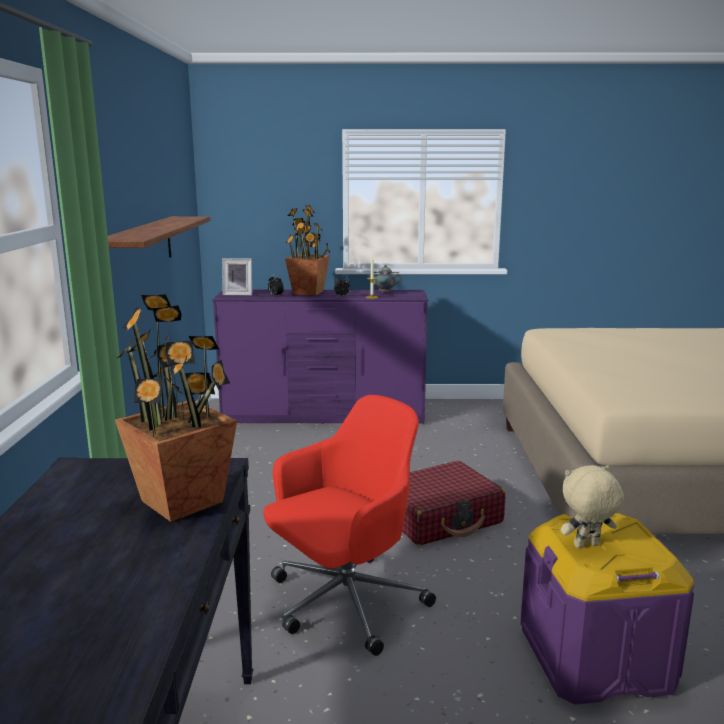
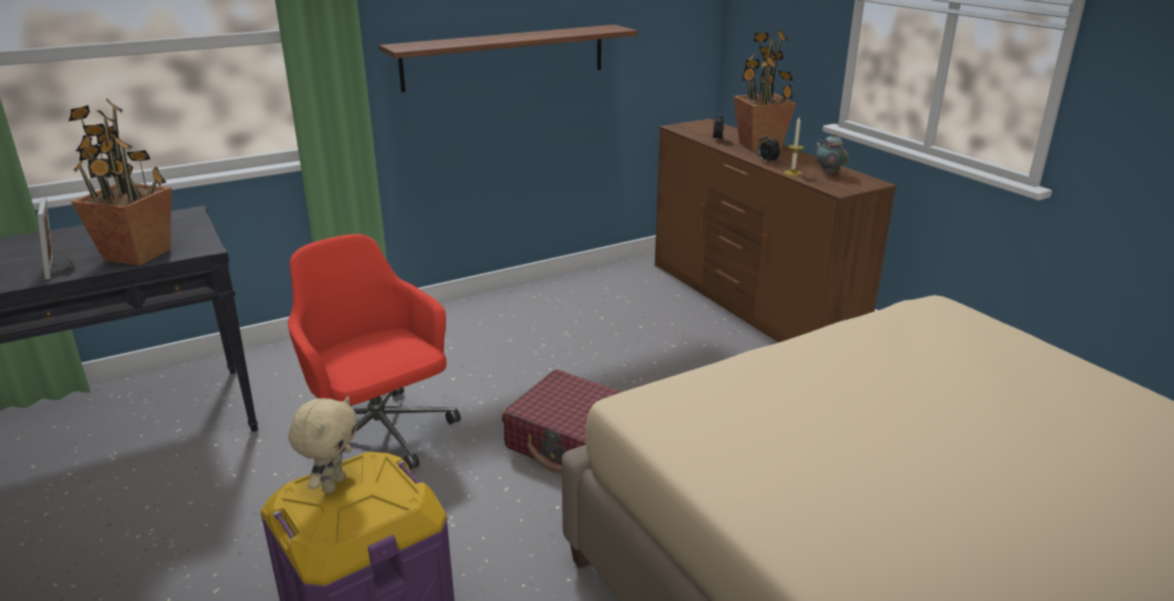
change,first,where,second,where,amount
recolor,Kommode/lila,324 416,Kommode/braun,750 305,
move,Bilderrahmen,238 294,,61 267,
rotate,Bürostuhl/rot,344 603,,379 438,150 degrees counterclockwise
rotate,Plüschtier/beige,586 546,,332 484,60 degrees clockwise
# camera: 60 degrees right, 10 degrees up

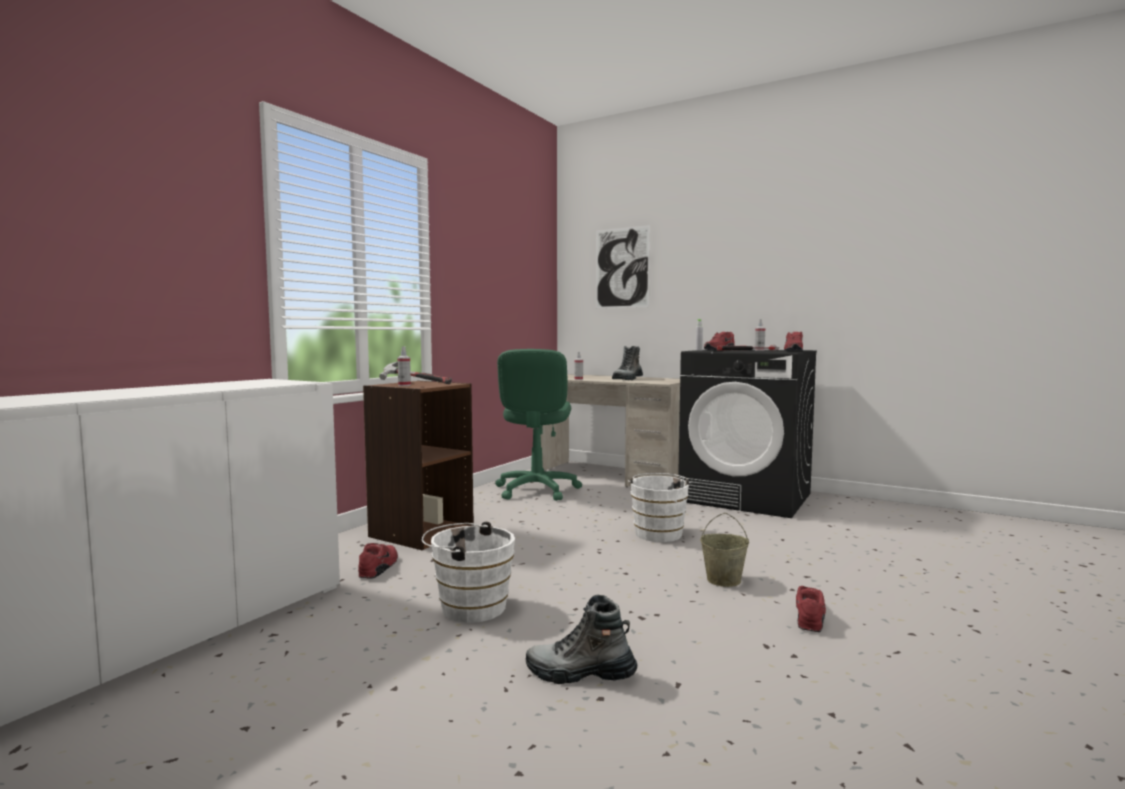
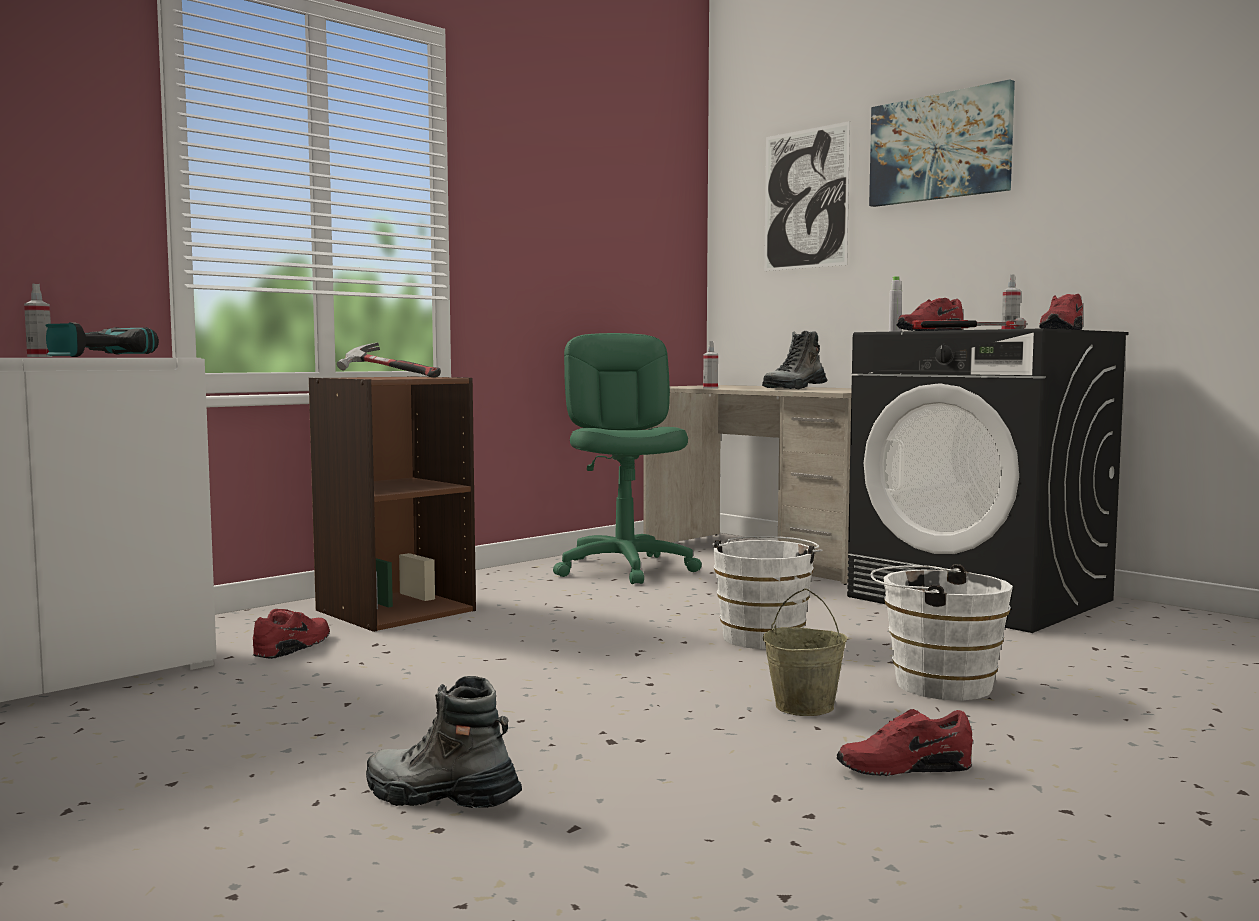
change,first,where,second,where,amount
move,Sprühflasche,404 385,,40 356,
move,Eimer/weiß,468 607,,935 683,
rotate,Bürostuhl/grün,536 490,,625 569,150 degrees clockwise
rotate,Schuh/rot,810 616,,903 767,135 degrees counterclockwise
insert,,,Bohrmaschine,93 356,
insert,,,Bild,940 147,
# camera: 15 degrees right, 0 degrees up

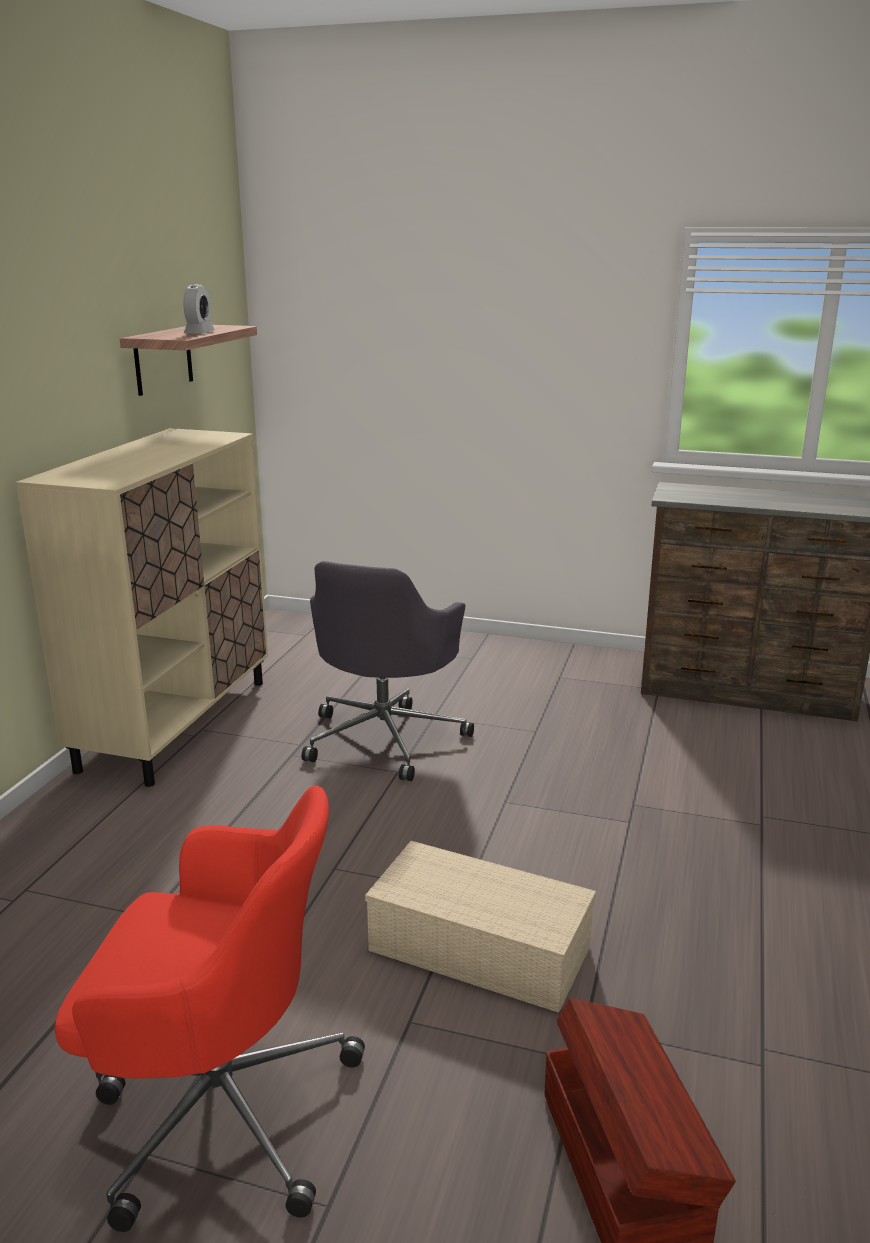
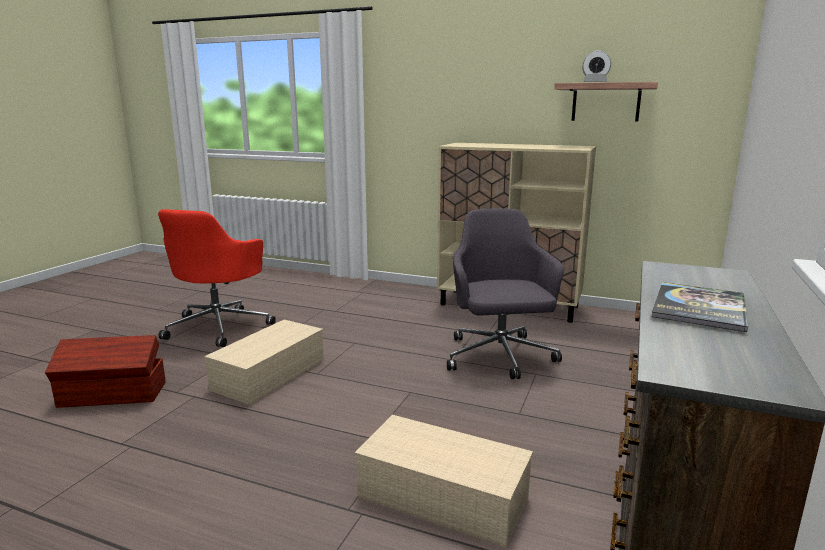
change,first,where,second,where,amount
rotate,Bürostuhl/grau,385 738,,499 357,60 degrees clockwise
insert,,,Aufbewahrungsbox/beige,446 496,
insert,,,Buch,699 307,
# camera: 95 degrees right, 5 degrees down

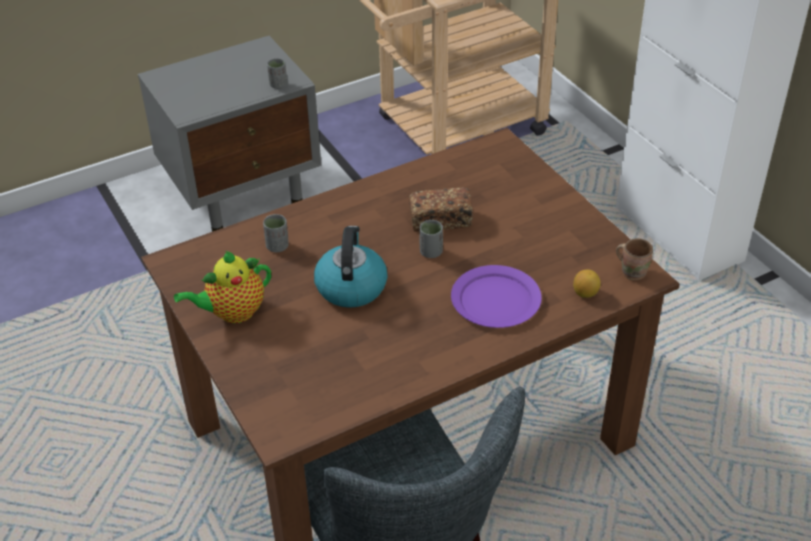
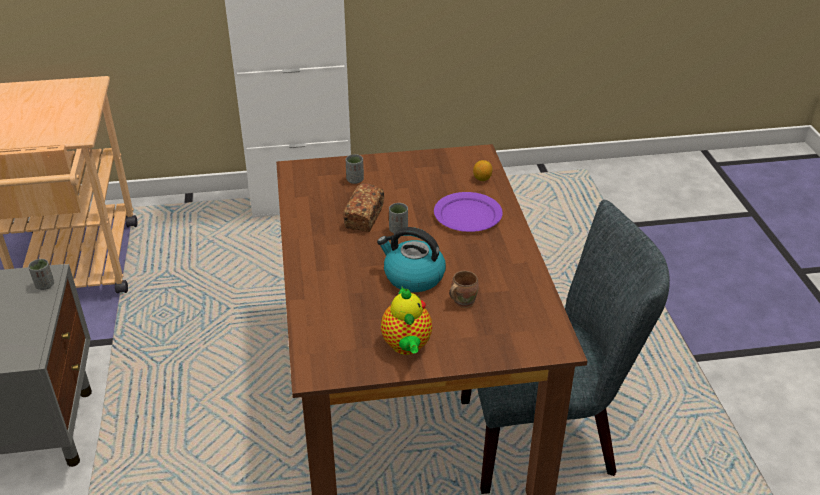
change,first,where,second,where,amount
move,Tasse/grau,277 246,,355 180,
move,Henkelbecher/braun,632 271,,462 301,
# camera: 70 degrees left, 5 degrees down

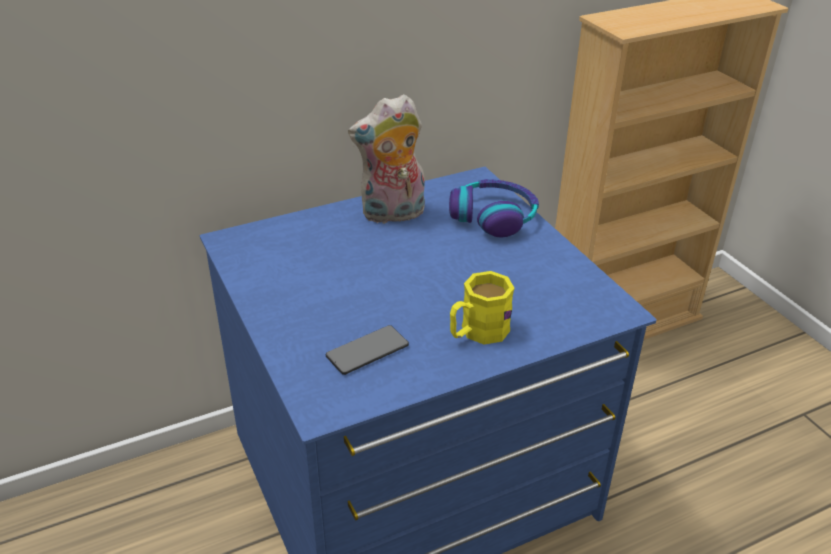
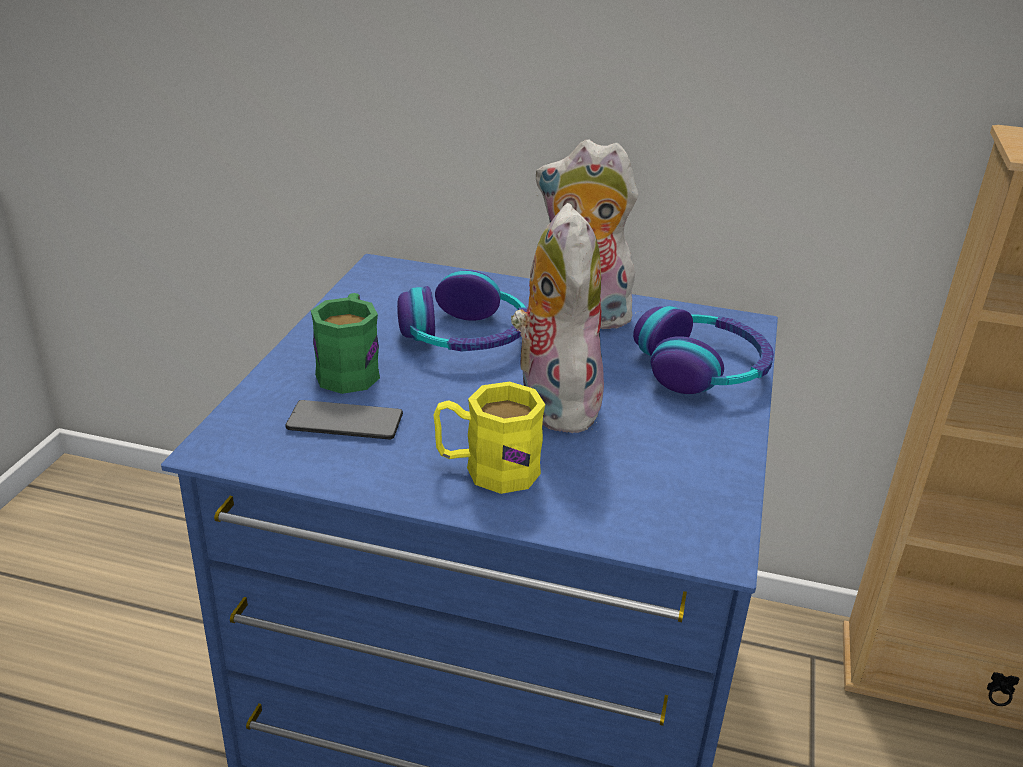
change,first,where,second,where,amount
insert,,,Henkelbecher/grün,350 368,
insert,,,Kopfhörer,465 336,
insert,,,Plüschtier,552 402,
# camera: 40 degrees right, 5 degrees down

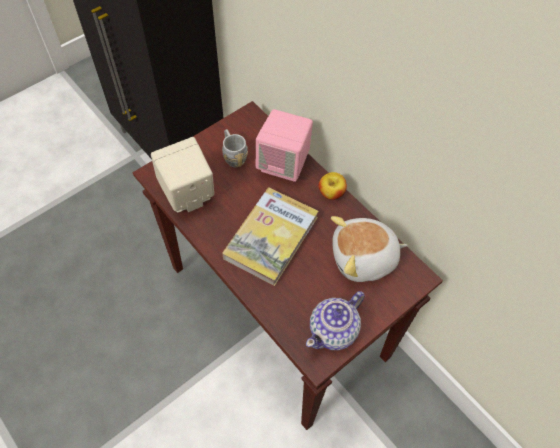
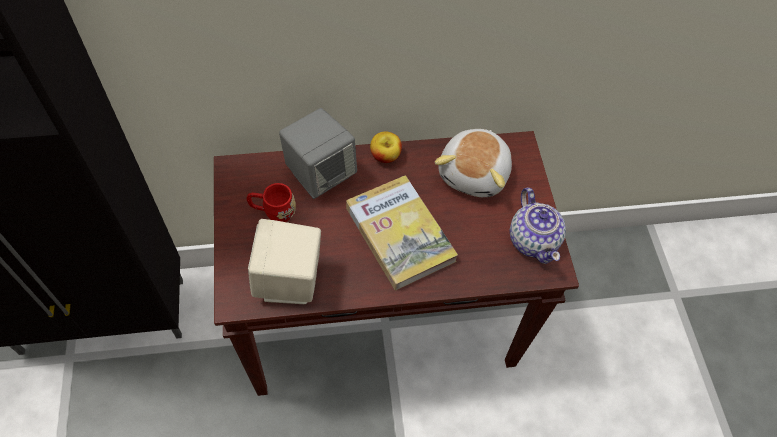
change,first,where,second,where,amount
recolor,Henkelbecher/grau,233 155,Henkelbecher/rot,273 212,
recolor,Lautsprecher/rosa,284 164,Lautsprecher/grau,320 174,
# camera: 60 degrees left, 0 degrees up

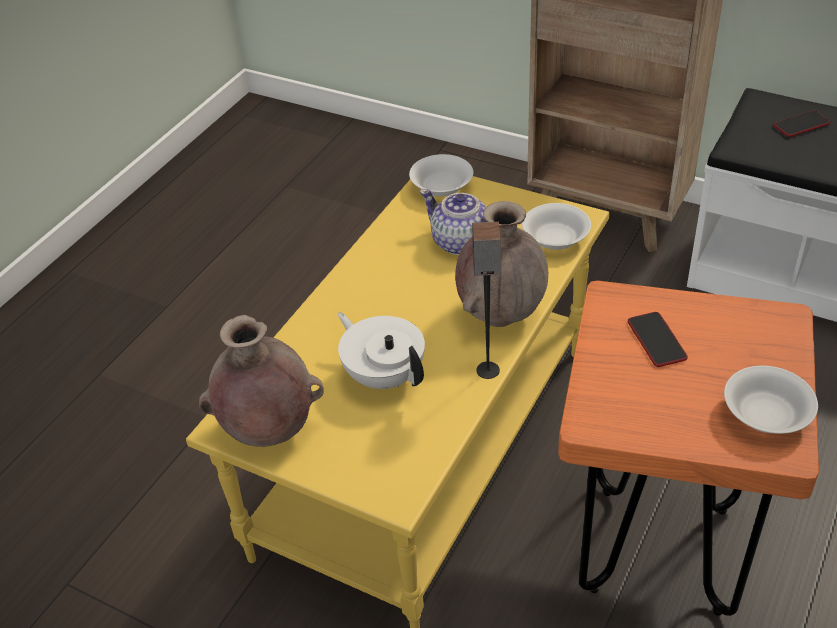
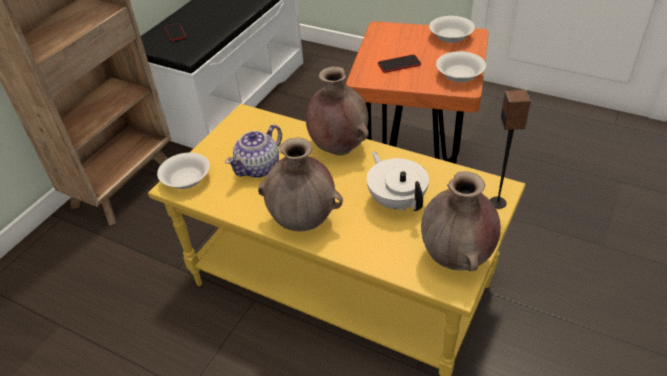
change,first,where,second,where,amount
rotate,Teekanne/weiß,384 375,,397 200,105 degrees clockwise
move,Lautsprecher,487 370,,498 202,
move,Schüssel/weiß,556 239,,460 75,
insert,,,Vase/braun,303 221,
# camera: 90 degrees left, 0 degrees up

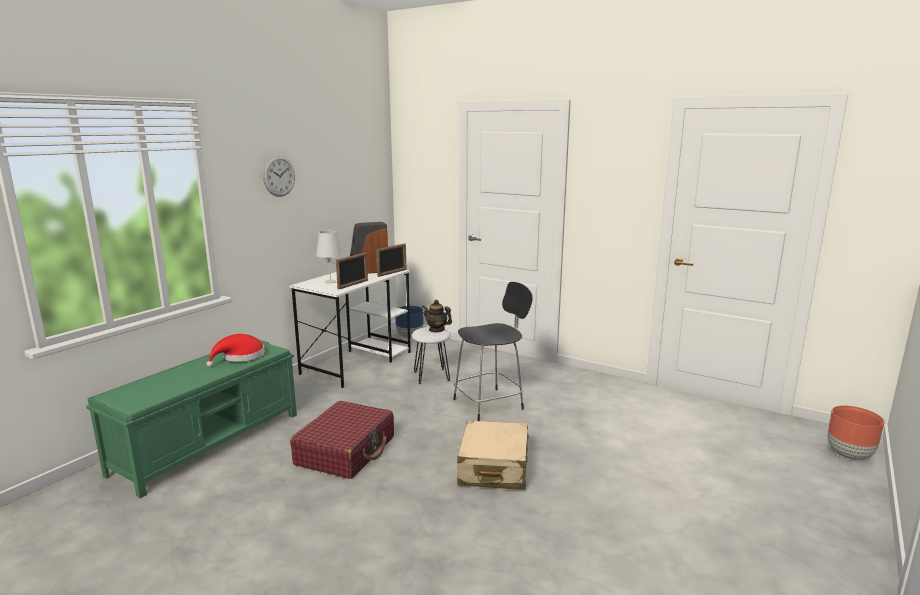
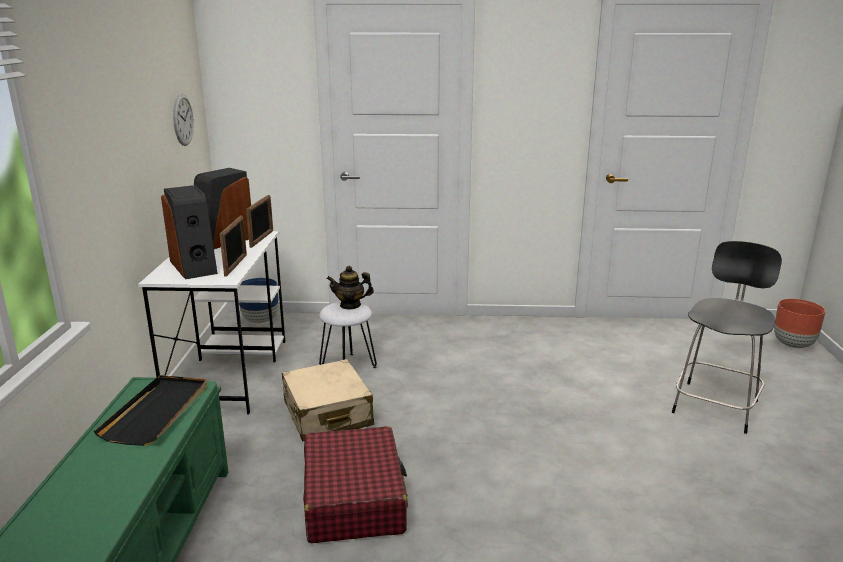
change,first,where,second,where,amount
replace,Hut/rot,240 357,Tablett/schwarz,157 412,
move,Wanduhr,279 176,,183 120,
replace,Tischlampe/weiß,330 282,Lautsprecher,195 266,
move,Stuhl/schwarz,490 403,,716 405,
move,Koffer/beige,494 468,,327 414,
# camera: 30 degrees left, 5 degrees up

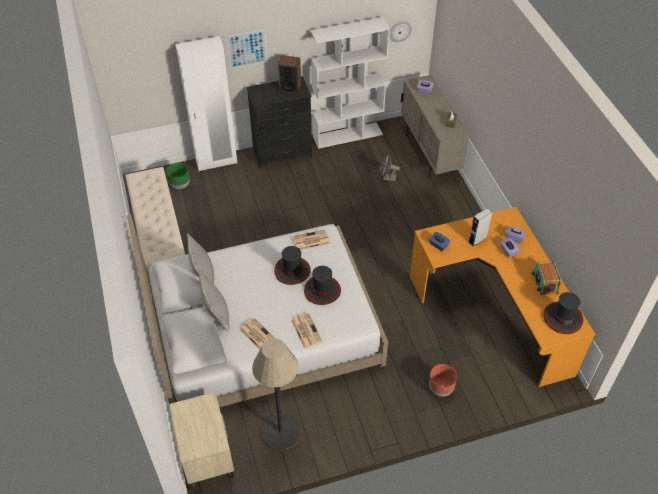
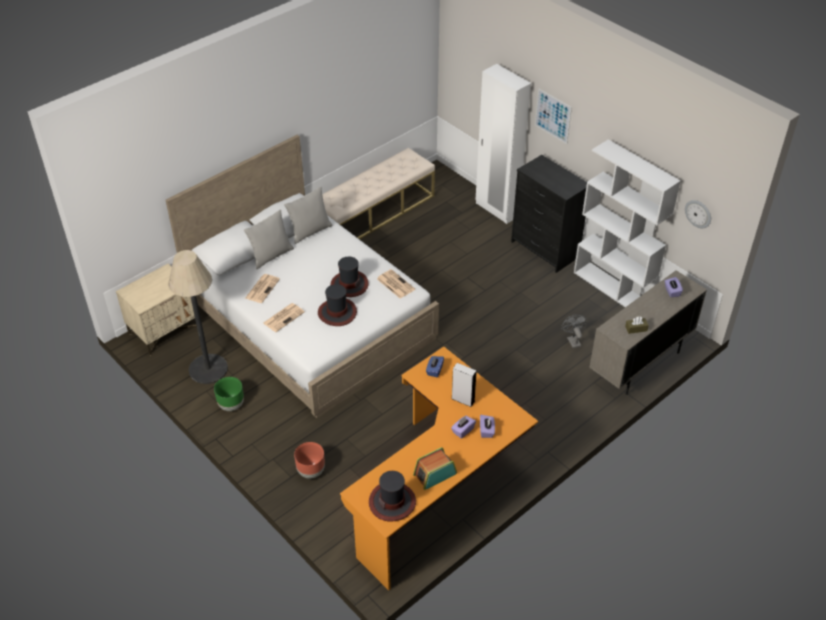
change,first,where,second,where,amount
move,Pflanzkübel/grün,180 185,,231 405,
delete,Lautsprecher,290 88,,,
# camera: 65 degrees right, 5 degrees down

